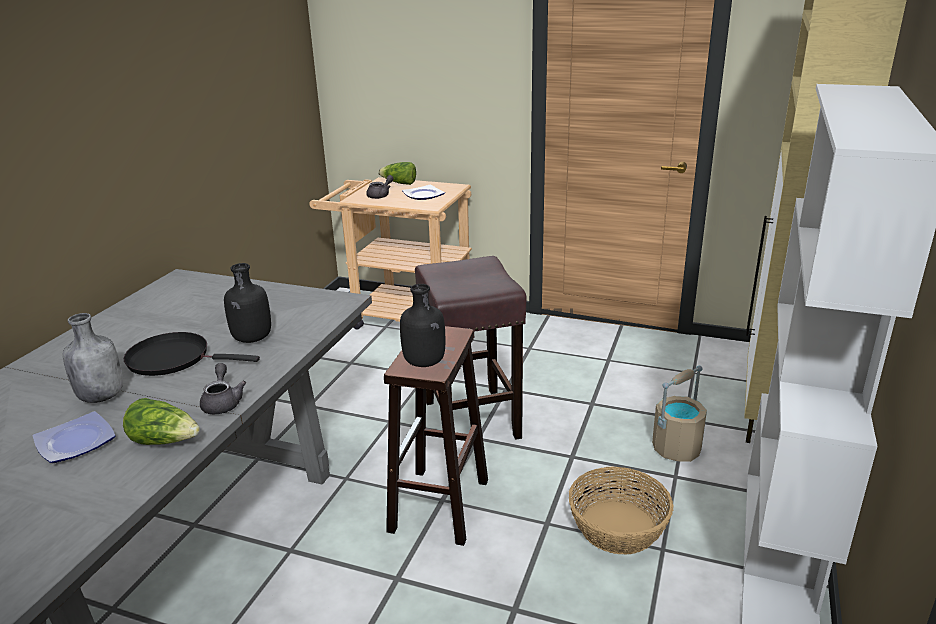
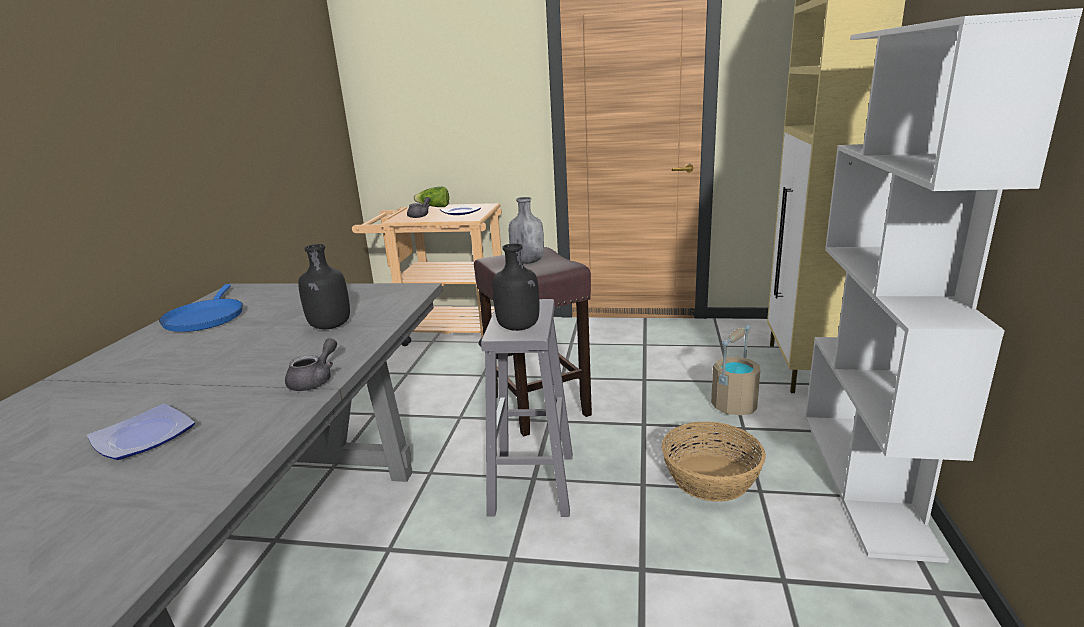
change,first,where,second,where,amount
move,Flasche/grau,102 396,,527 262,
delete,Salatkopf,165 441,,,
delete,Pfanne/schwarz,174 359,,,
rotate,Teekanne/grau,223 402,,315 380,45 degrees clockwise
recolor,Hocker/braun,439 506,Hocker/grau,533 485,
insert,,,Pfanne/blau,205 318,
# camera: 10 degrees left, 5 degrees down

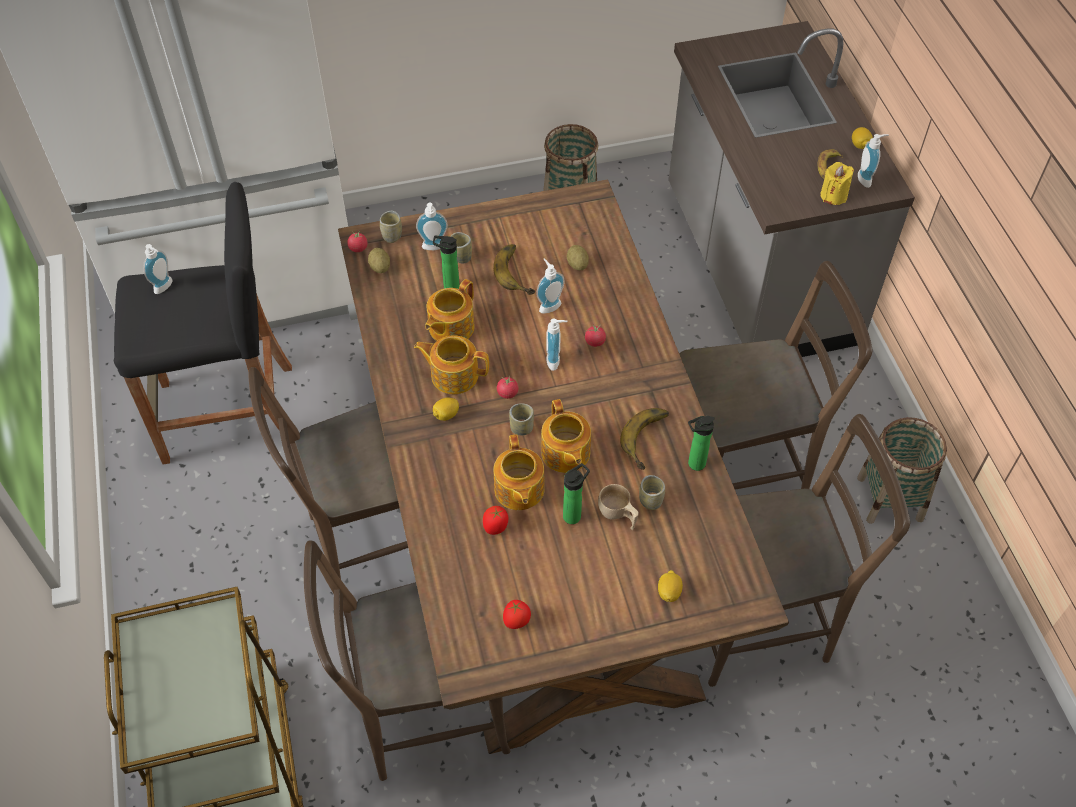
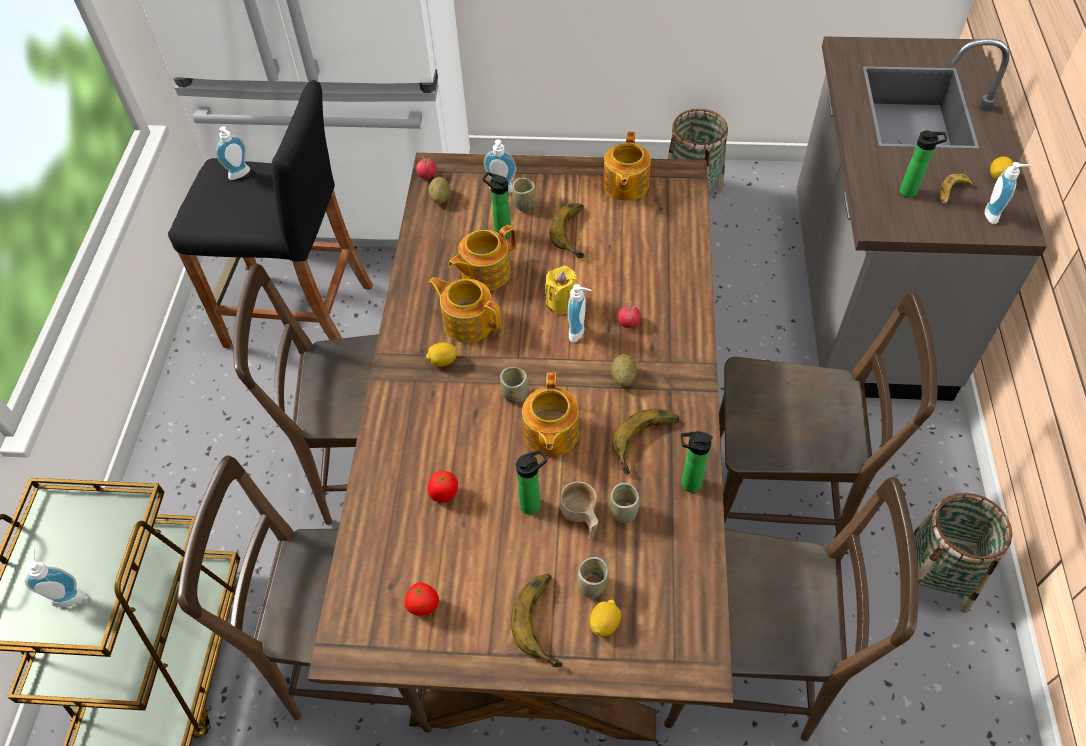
change,first,where,second,where,amount
move,Tasse,392 236,,592 585,
move,Teekanne,518 490,,625 185,
delete,Tomate,507 393,,,
move,Seifenspender,548 305,,68 595,
move,Kartoffel,577 264,,623 377,
move,Kerze/gelb,833 195,,561 302,
insert,,,Banane,547 620,
insert,,,Flasche,911 192,
# camera: 20 degrees right, 0 degrees up

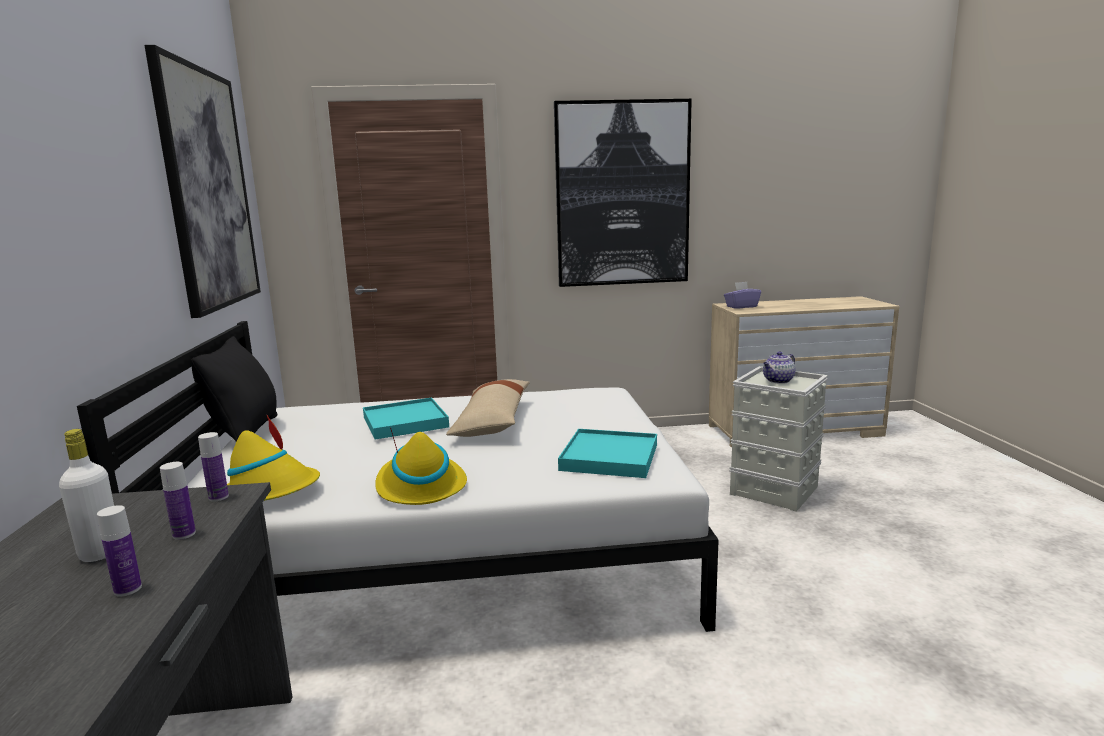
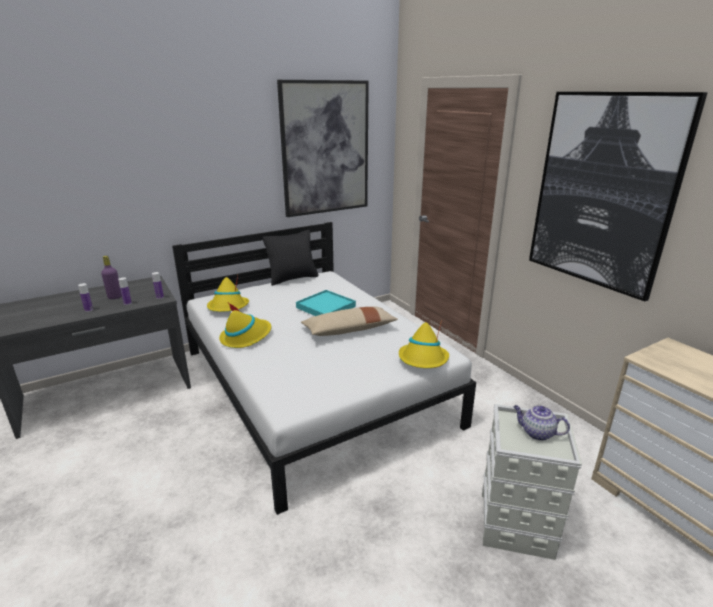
change,first,where,second,where,amount
recolor,Flasche/weiß,100 553,Flasche/lila,115 297,
delete,Tablett/türkis,609 457,,,
delete,Taschentuchbox/lila,741 306,,,
insert,,,Hut/gelb,423 359,
# camera: 65 degrees right, 10 degrees up

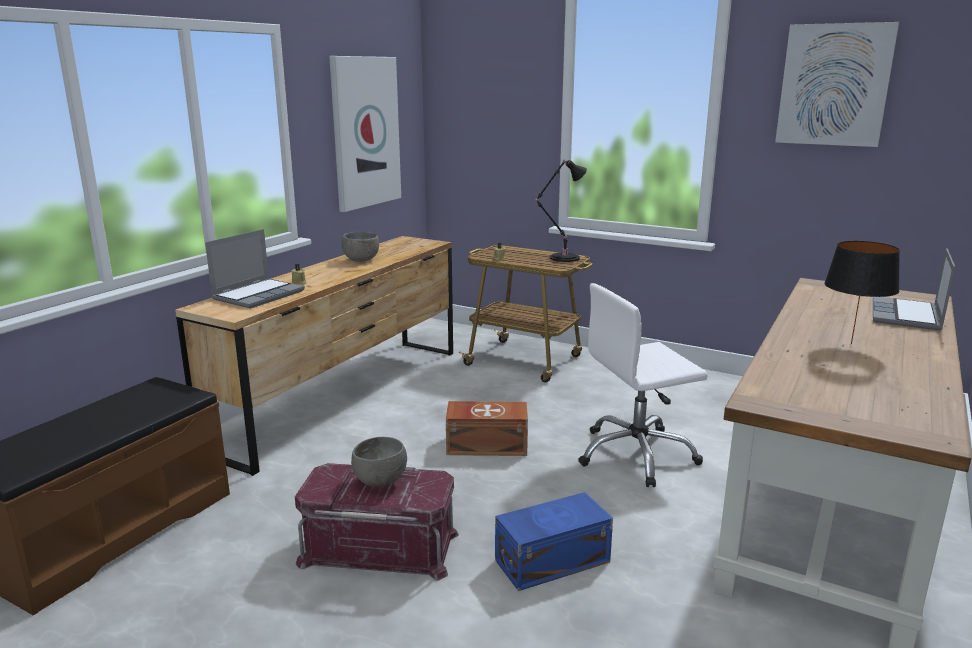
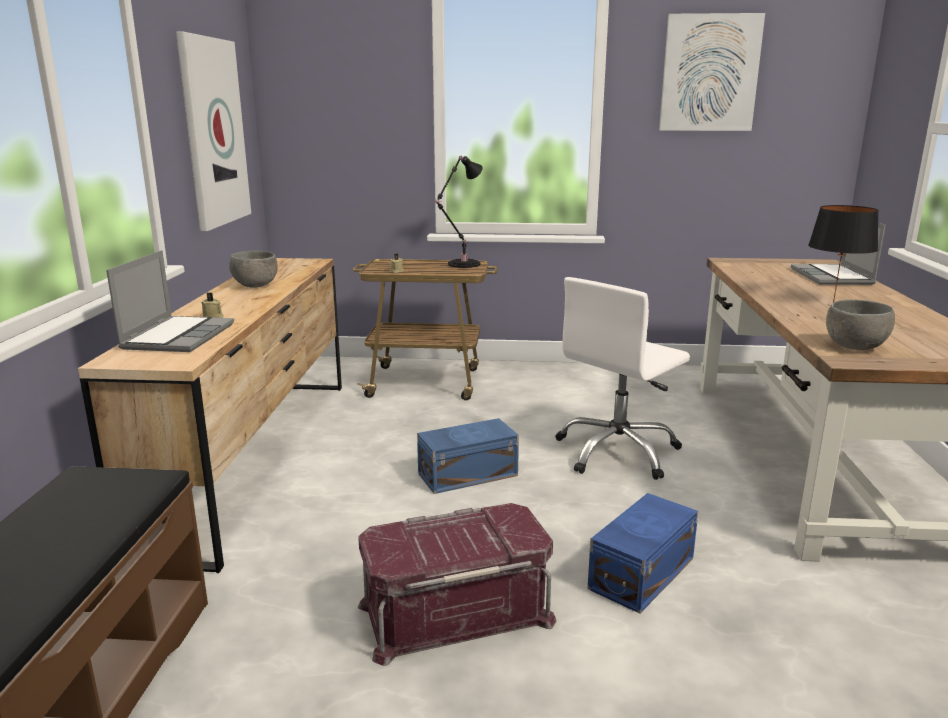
change,first,where,second,where,amount
move,Schüssel/grau,380 480,,854 347,
recolor,Aufbewahrungsbox/braun,485 445,Aufbewahrungsbox/blau,466 474,
# camera: 25 degrees left, 0 degrees up

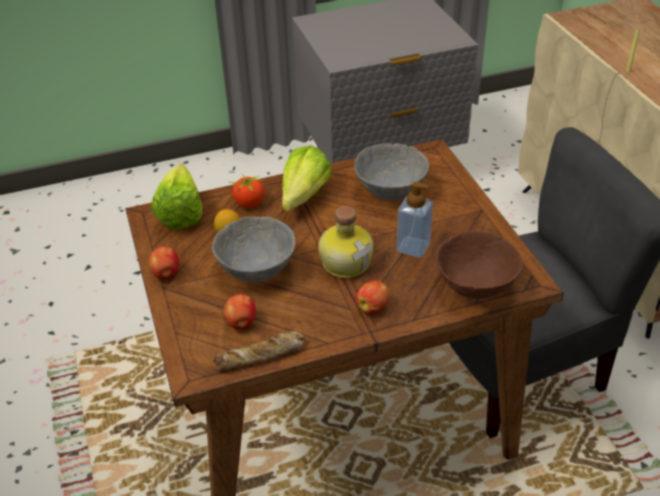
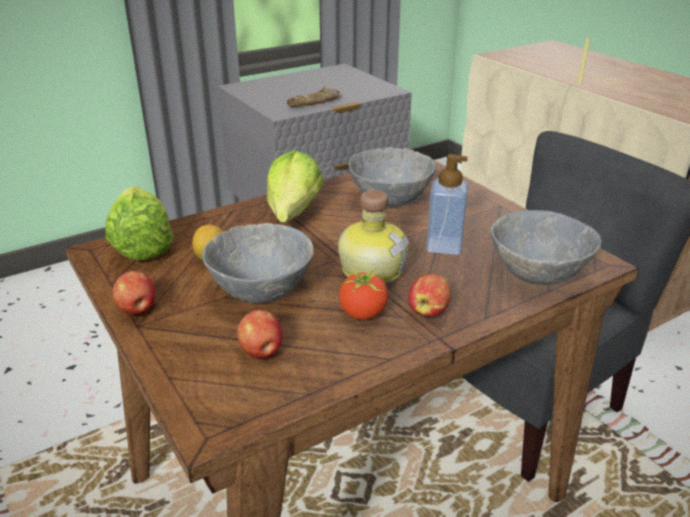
change,first,where,second,where,amount
move,Brot,261 356,,314 103,
move,Tomate,249 203,,363 314,
recolor,Schüssel/braun,475 285,Schüssel/grau,537 273,
# camera: 15 degrees left, 10 degrees down

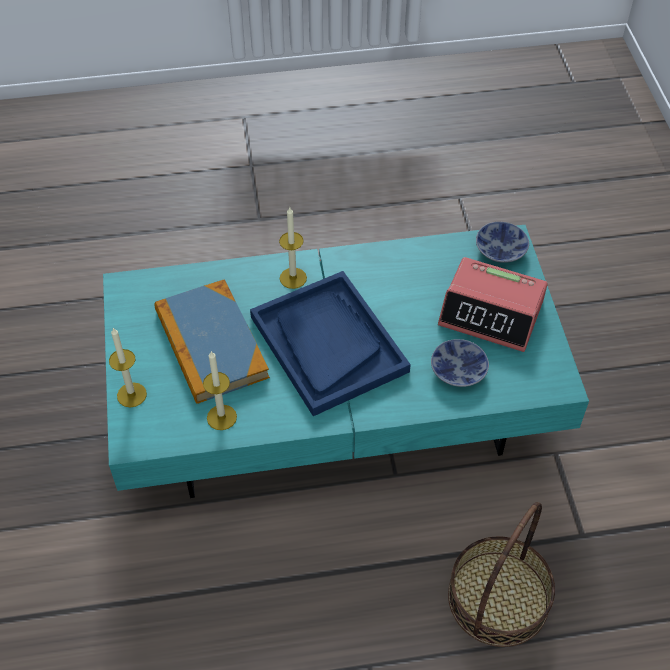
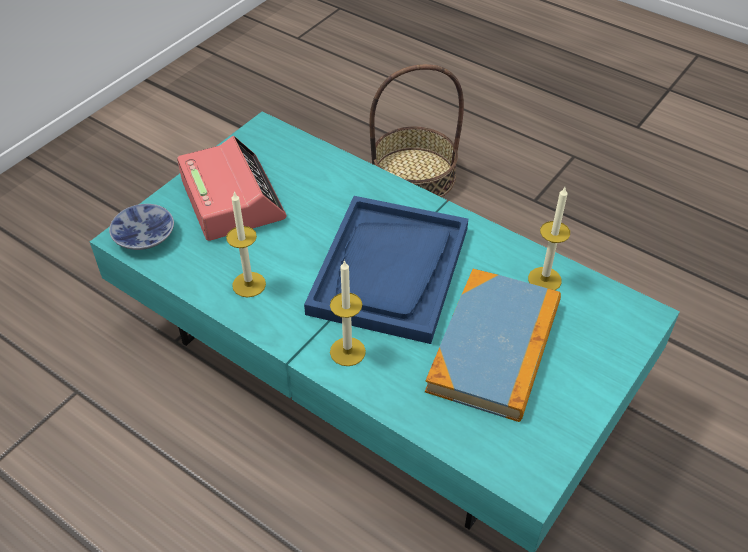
change,first,where,second,where,amount
move,Kerze,131 395,,249 284,
delete,Schüssel,459 372,,,
# camera: 135 degrees left, 5 degrees down

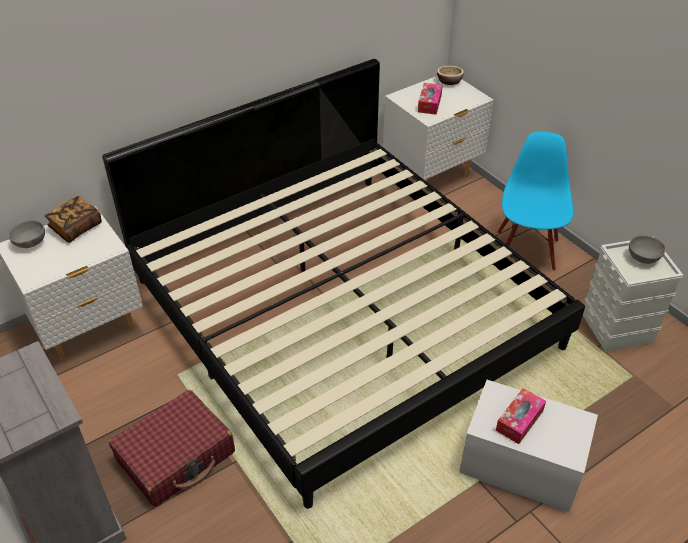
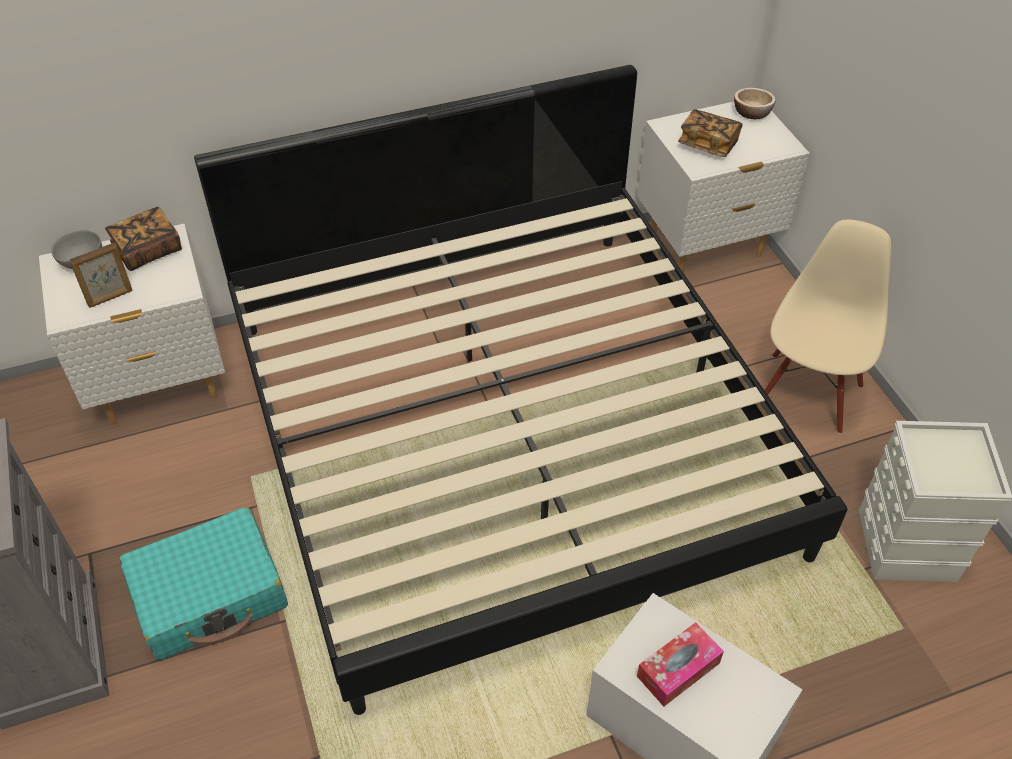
change,first,where,second,where,amount
recolor,Koffer/rot,176 456,Koffer/türkis,210 594,
replace,Taschentuchbox,429 103,Buch,708 144,
recolor,Stuhl/blau,526 251,Stuhl/beige,807 393,
delete,Schüssel/grau,644 258,,,
insert,,,Bilderrahmen,110 298,
# camera: 15 degrees right, 5 degrees up

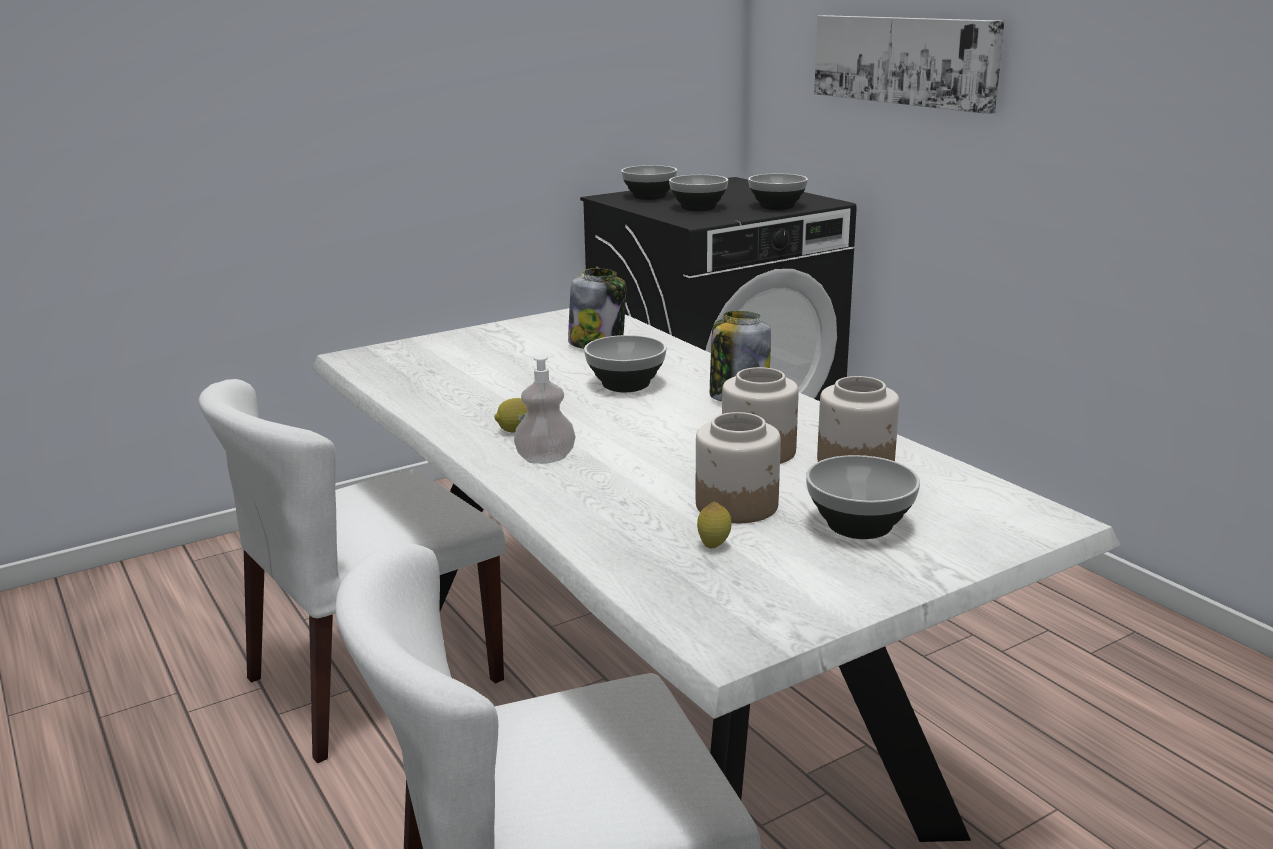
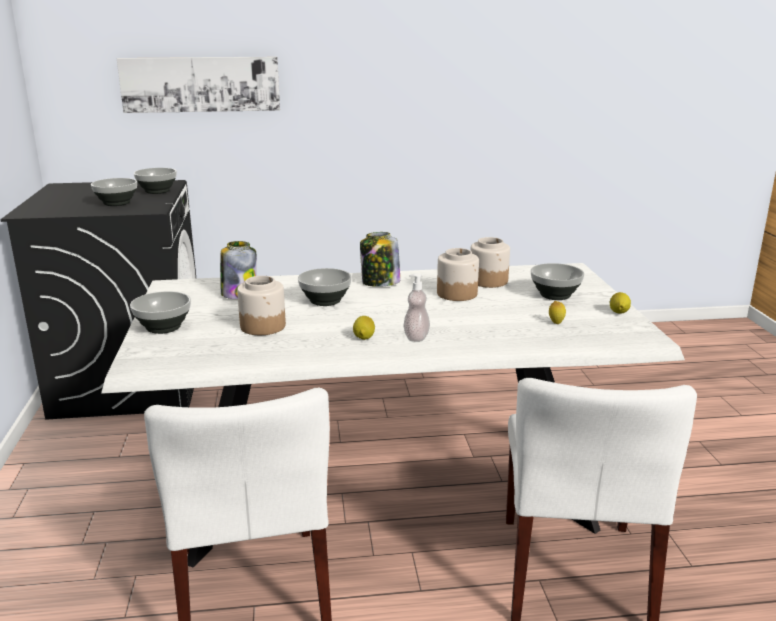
change,first,where,second,where,amount
move,Schüssel,650 197,,164 327,
move,Vorratsglas,738 505,,263 326,
insert,,,Zitrone,618 313,
# camera: 65 degrees left, 0 degrees up

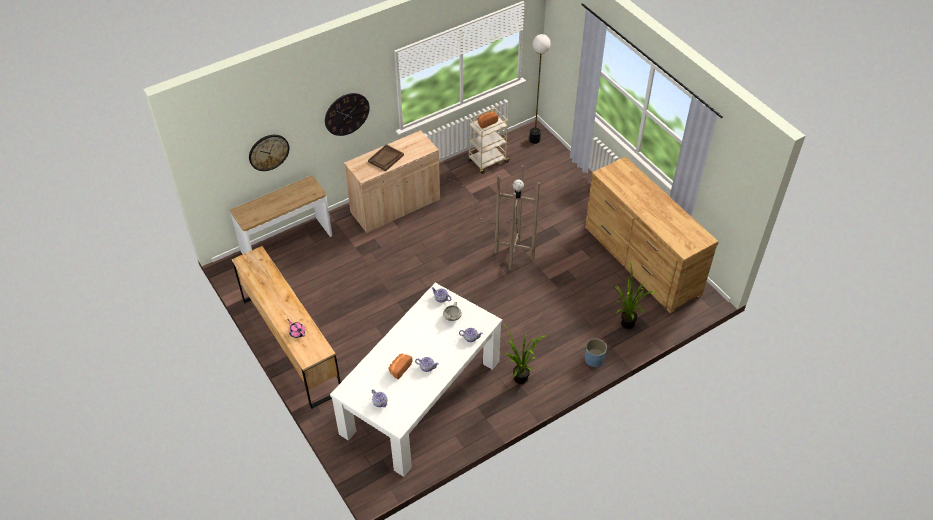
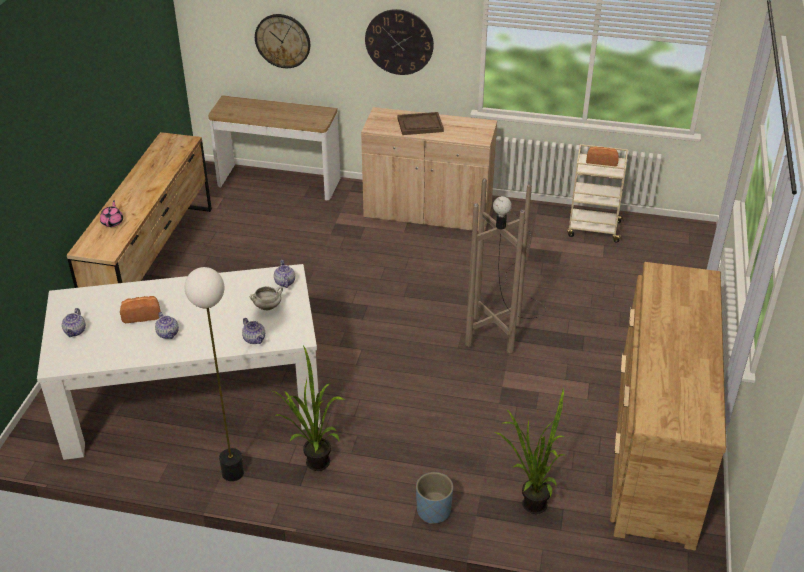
change,first,where,second,where,amount
move,Stehlampe,534 140,,233 473,
# camera: 45 degrees right, 10 degrees down

